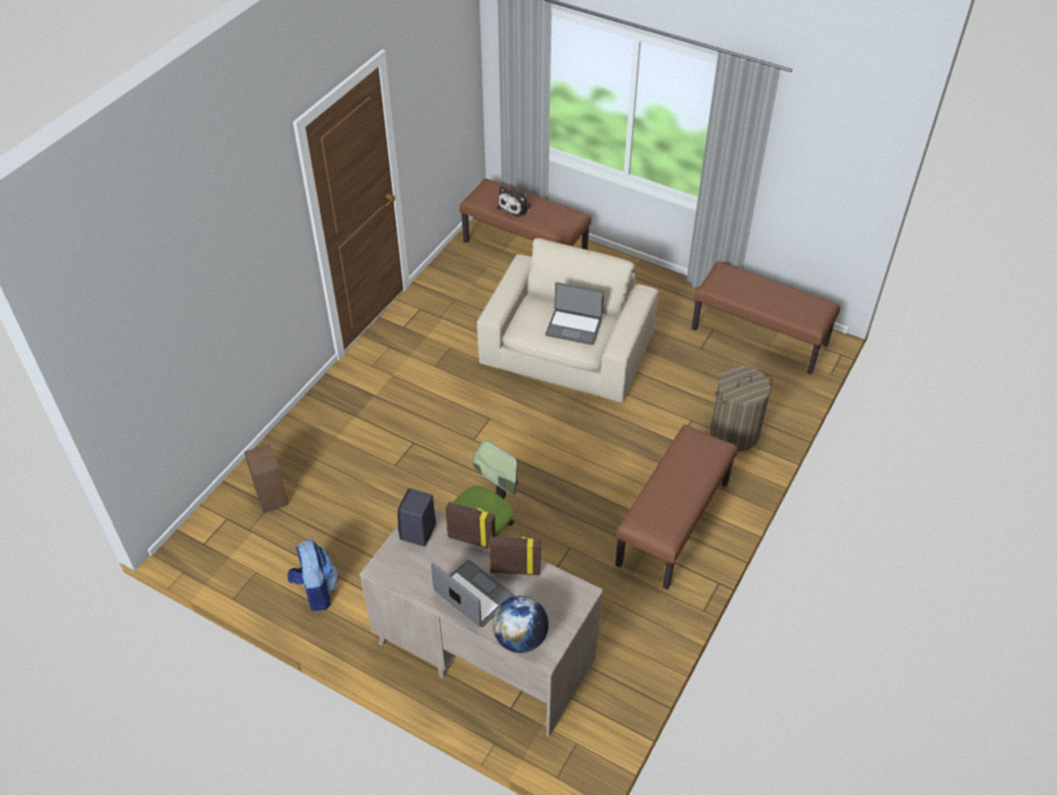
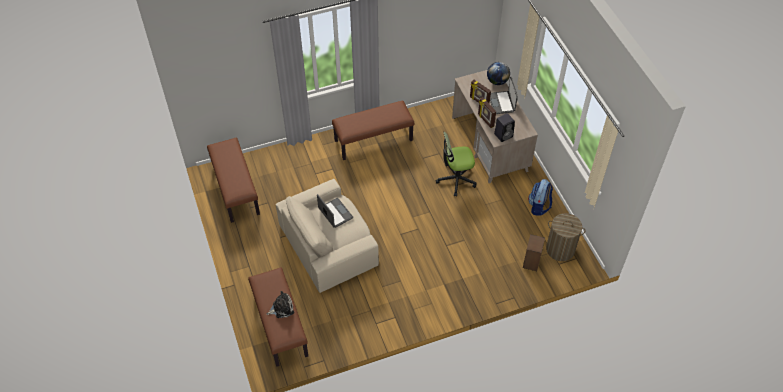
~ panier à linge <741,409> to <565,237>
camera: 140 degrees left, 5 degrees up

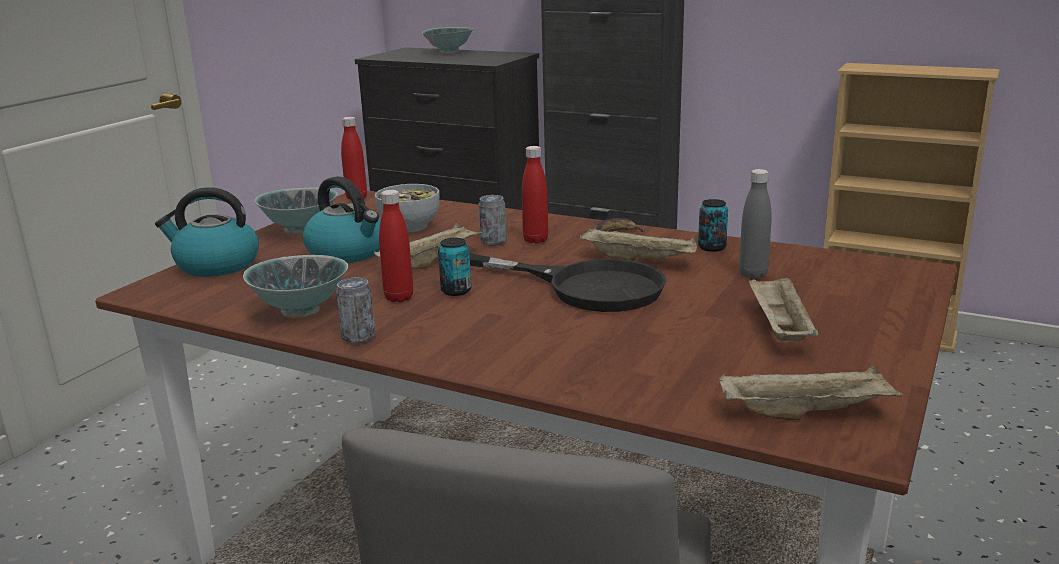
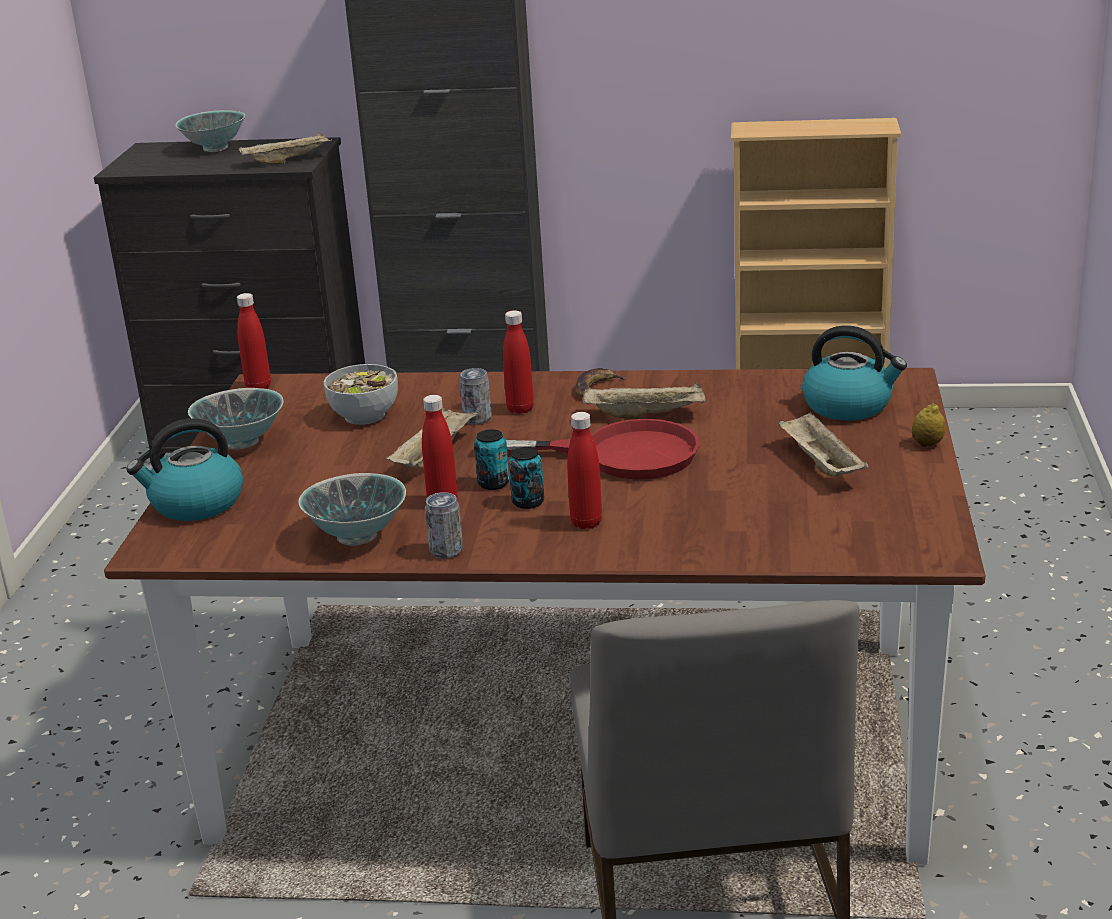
- bouteille/gris <755,224>
~ bouilloire <342,219> to <854,373>
~ boîte métallique <713,225> to <526,478>
~ poêle/noir <568,282> to poêle/rouge <586,449>
~ plateau/beige <811,392> to <285,148>
+ citron <929,425>
+ bouteille/rouge <584,470>
camera: 20 degrees left, 5 degrees up

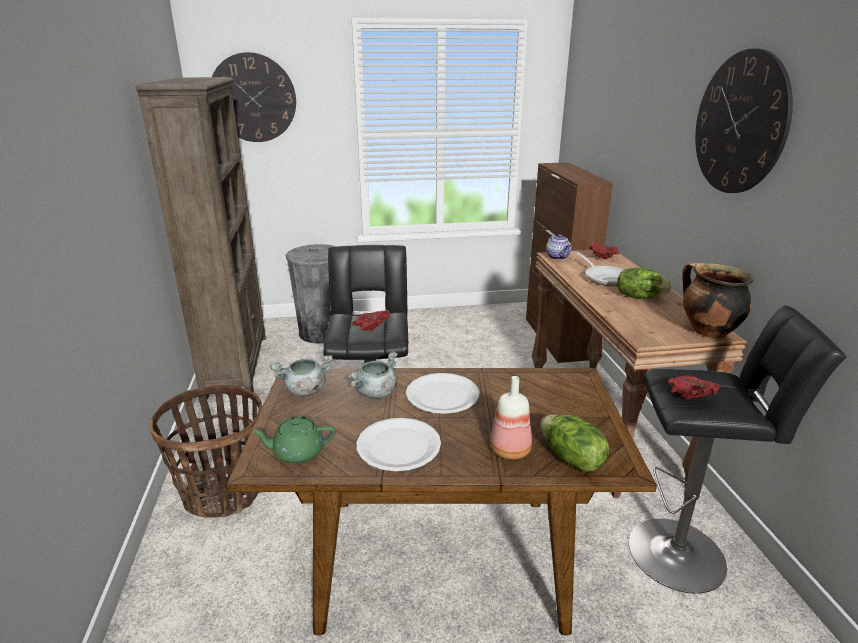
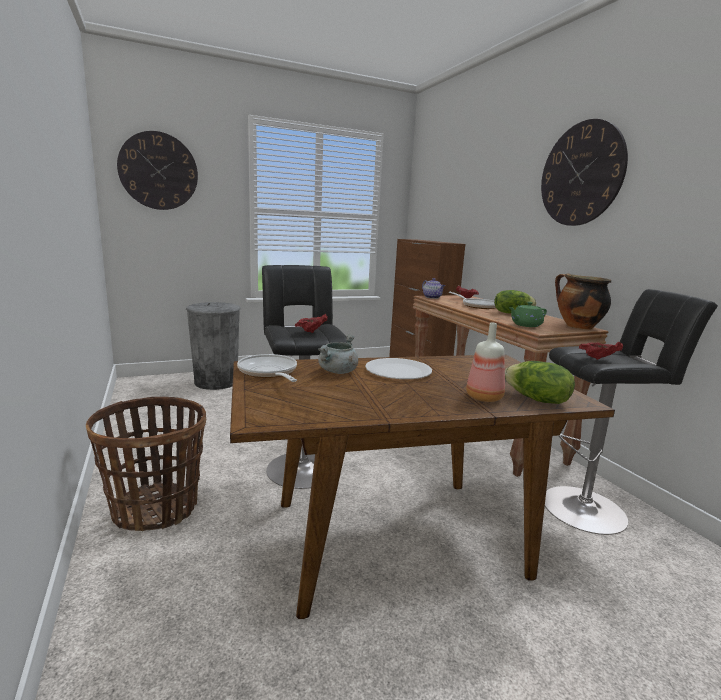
- bibliothèque/marron <200,238>
~ marmite/gris <301,375> to poêle <267,368>
~ théière/vert <293,440> to <528,314>
- assiette/blanc <399,444>
camera: 15 degrees left, 10 degrees down

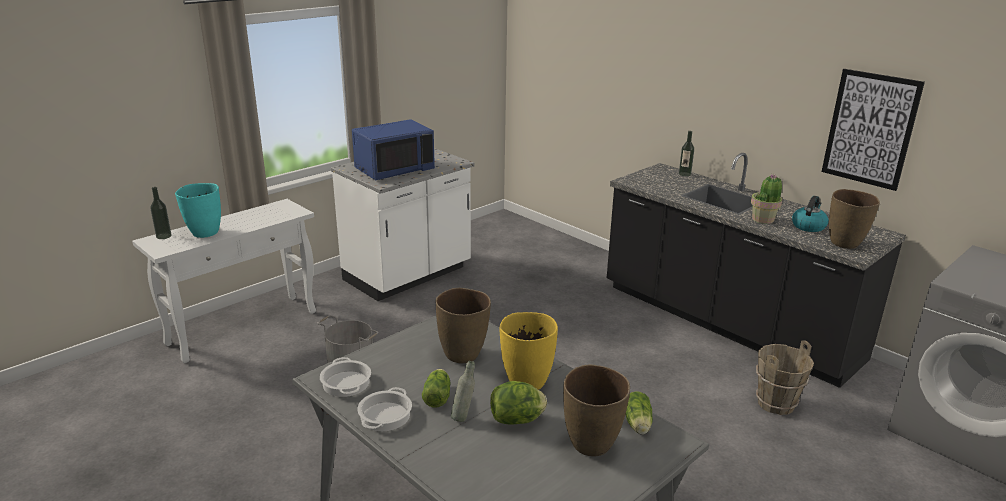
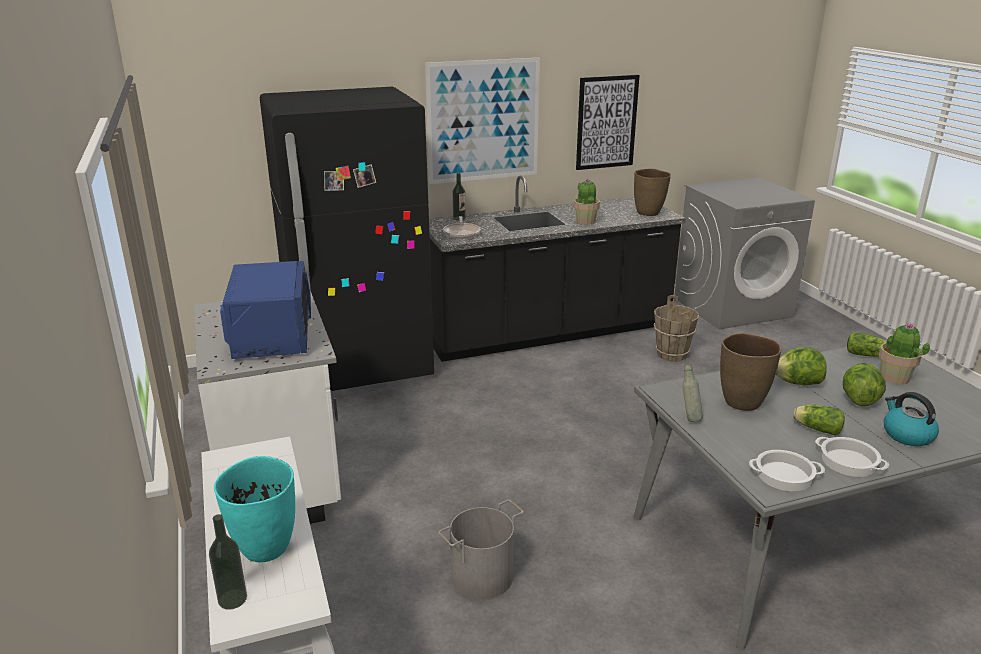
~ bouilloire <810,214> to <911,419>
~ vase/jaune <529,351> to laitue <801,366>
~ bouteille/gris <463,391> to <692,393>
~ vase/marron <596,411> to plante en pot <904,353>
+ tableau <482,121>
+ réfrigérateur/noir <347,239>
+ poêle <462,227>
camera: 65 degrees left, 0 degrees up

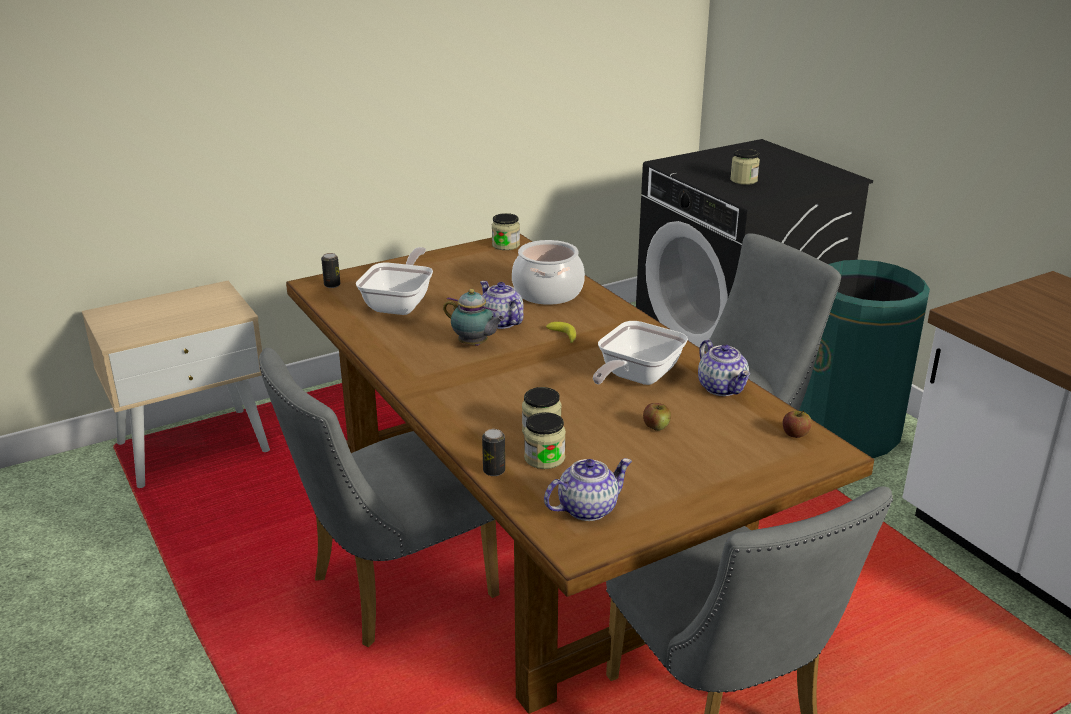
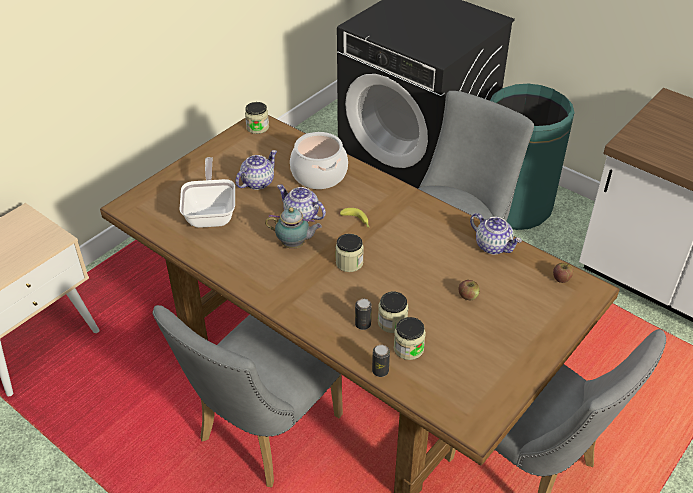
~ bocal <745,167> to <350,253>
~ boîte métallique <330,270> to <363,314>
- poêle <640,353>
~ théière <588,489> to <256,170>
camera: 20 degrees left, 15 degrees up

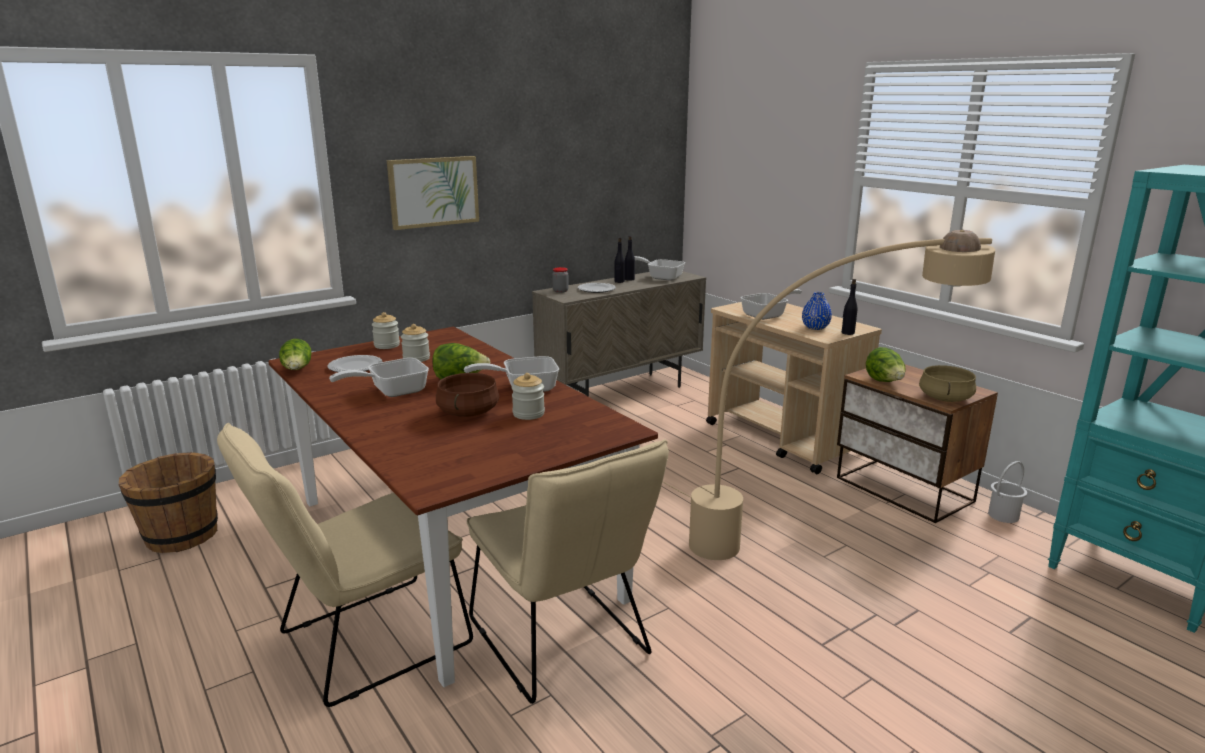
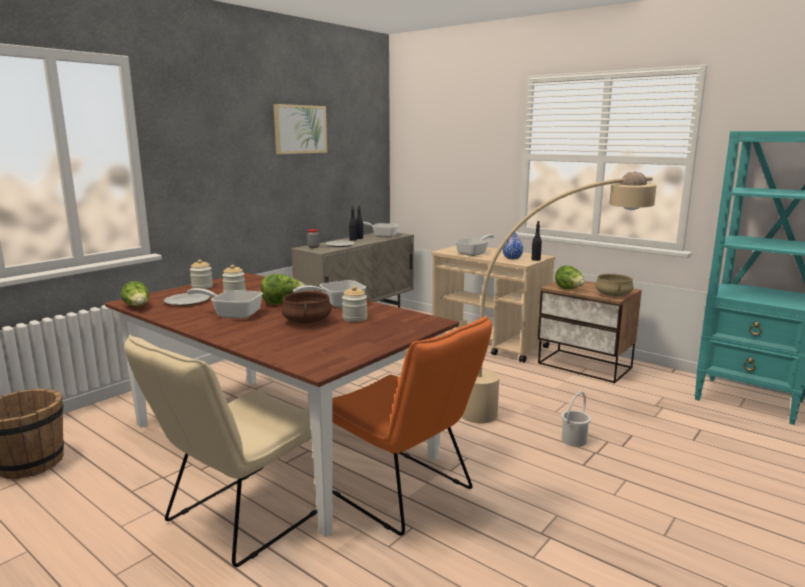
~ tableau <433,193> to <300,129>
~ poêle <379,377> = <225,303> 60 degrees clockwise
~ chaise/beige <568,571> to chaise/orange <412,426>
~ seau/blanc <1007,492> to <576,419>
camera: 15 degrees left, 5 degrees down

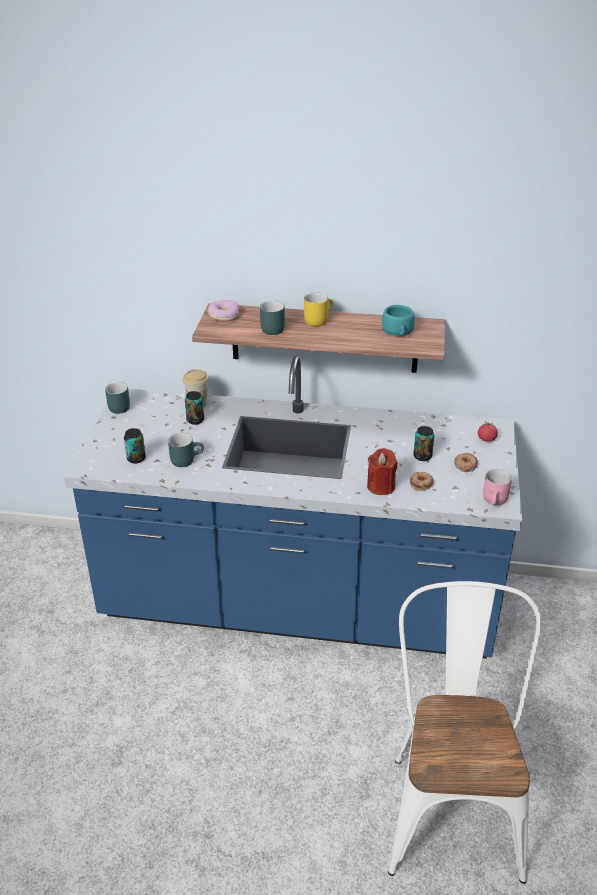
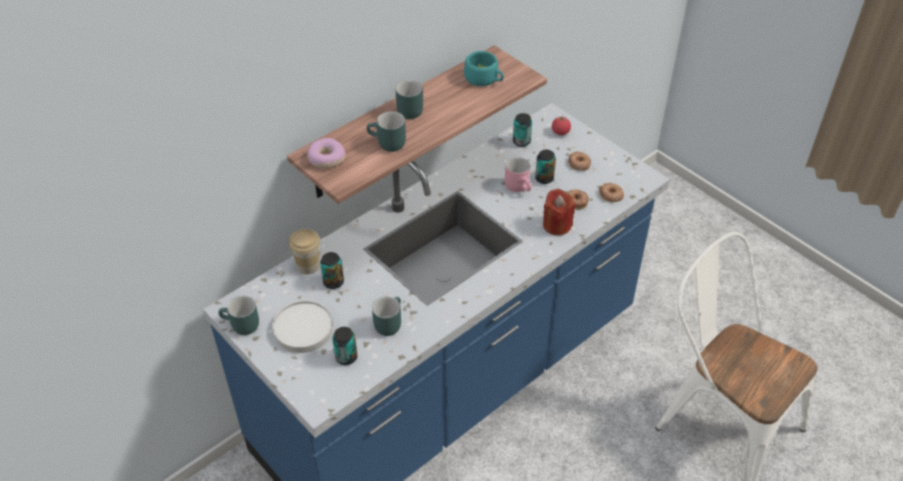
~ mug/jaune <318,309> to mug/turquoise <409,99>
~ mug/rose <497,487> to <518,174>
+ boîte métallique <522,130>
+ beignet <611,192>
+ assiette/blanc <302,327>
camera: 50 degrees left, 10 degrees up

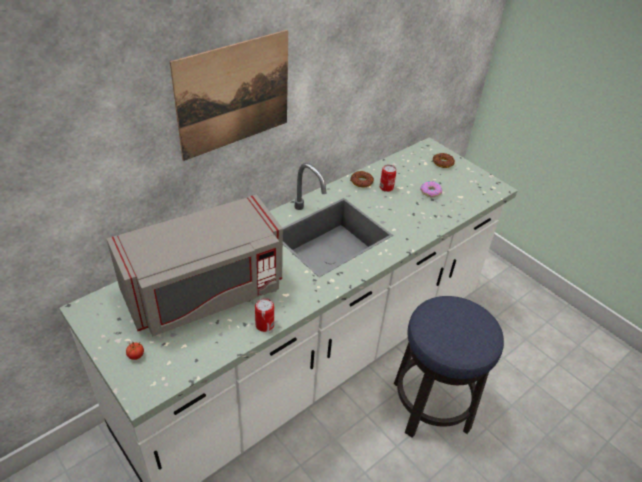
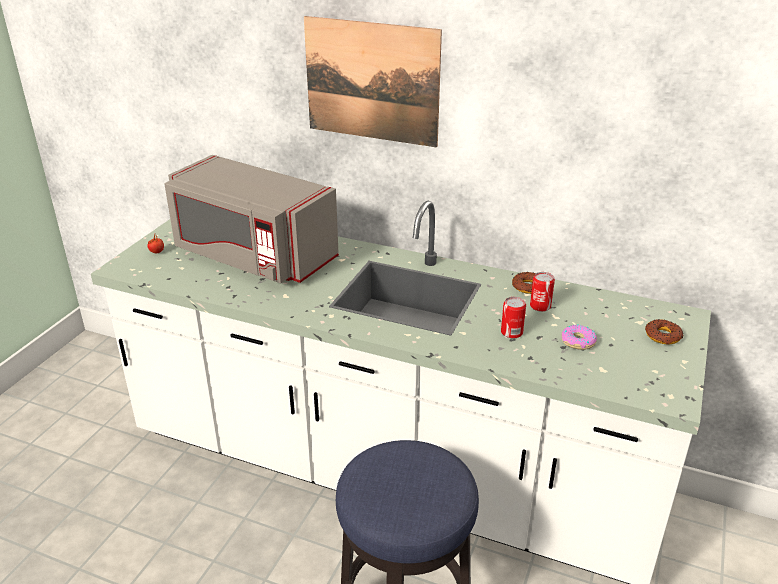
~ boîte métallique <264,315> to <513,318>
camera: 65 degrees right, 10 degrees down

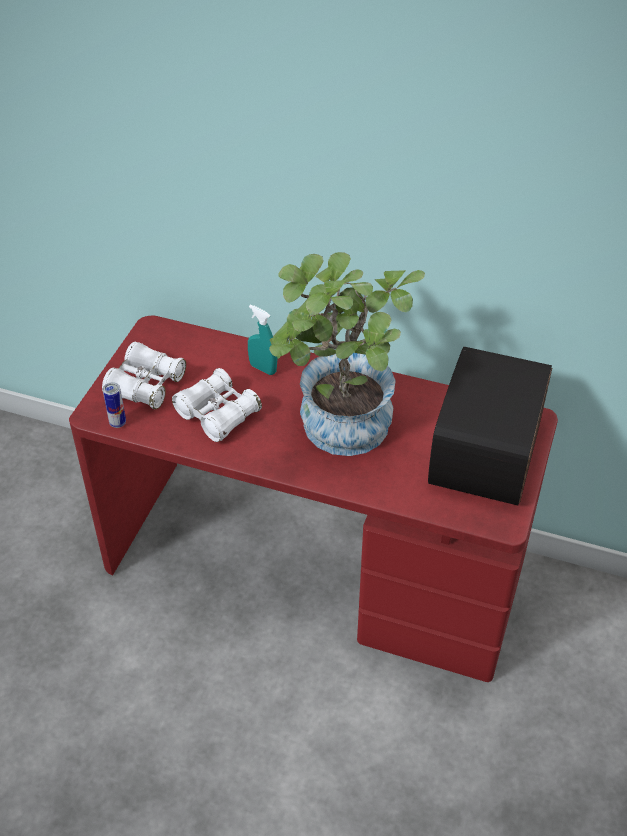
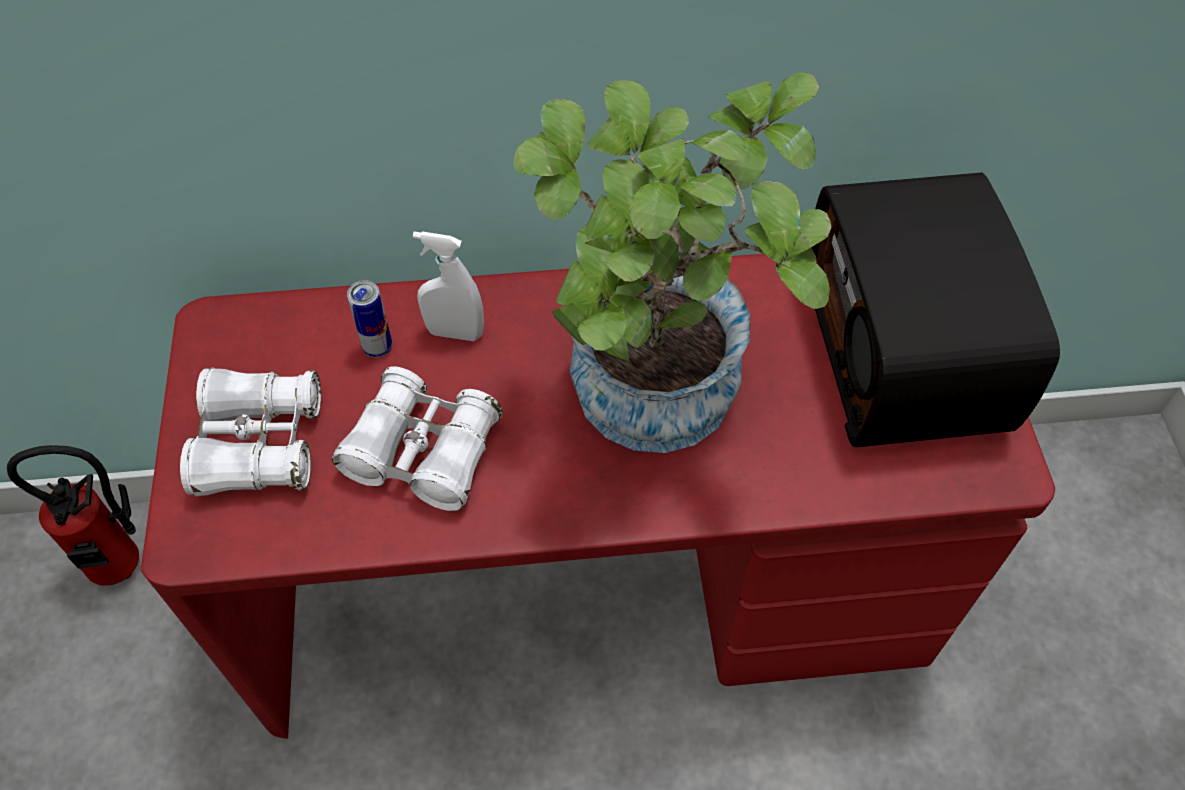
~ vaporisateur/turquoise <262,340> to vaporisateur/blanc <448,286>
~ boîte métallique <114,405> to <369,319>
+ extincteur <73,515>
camera: 25 degrees left, 10 degrees up

